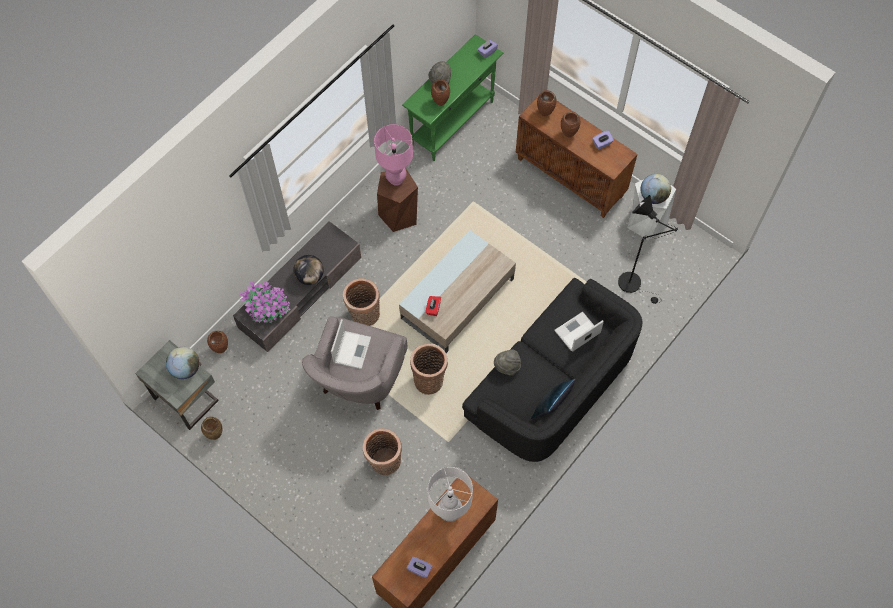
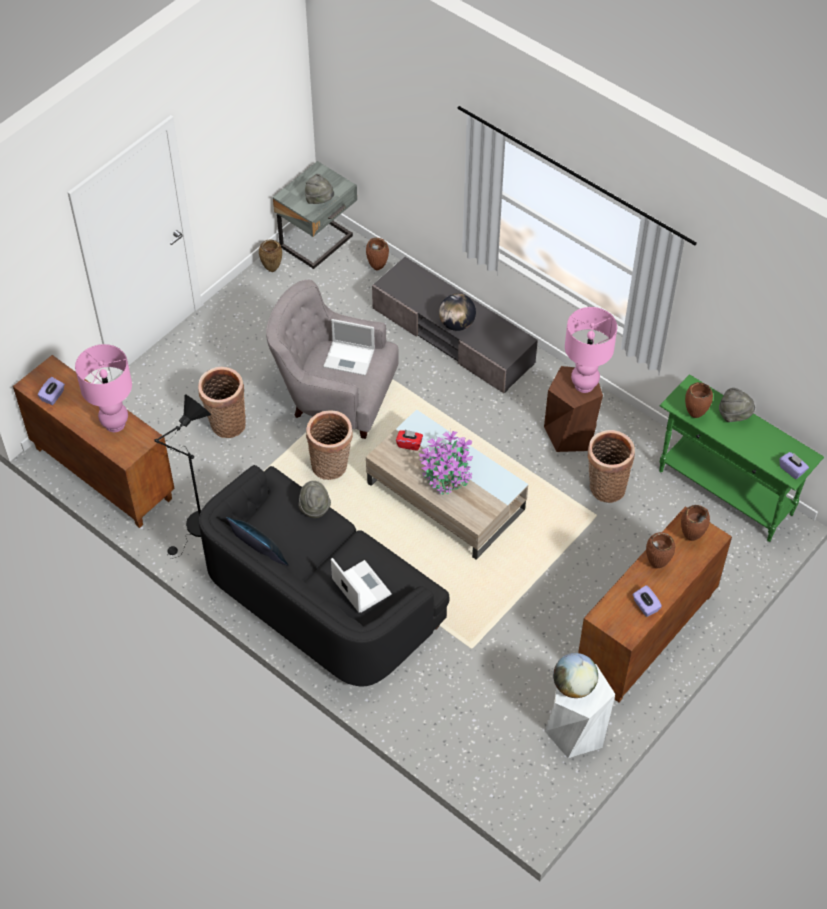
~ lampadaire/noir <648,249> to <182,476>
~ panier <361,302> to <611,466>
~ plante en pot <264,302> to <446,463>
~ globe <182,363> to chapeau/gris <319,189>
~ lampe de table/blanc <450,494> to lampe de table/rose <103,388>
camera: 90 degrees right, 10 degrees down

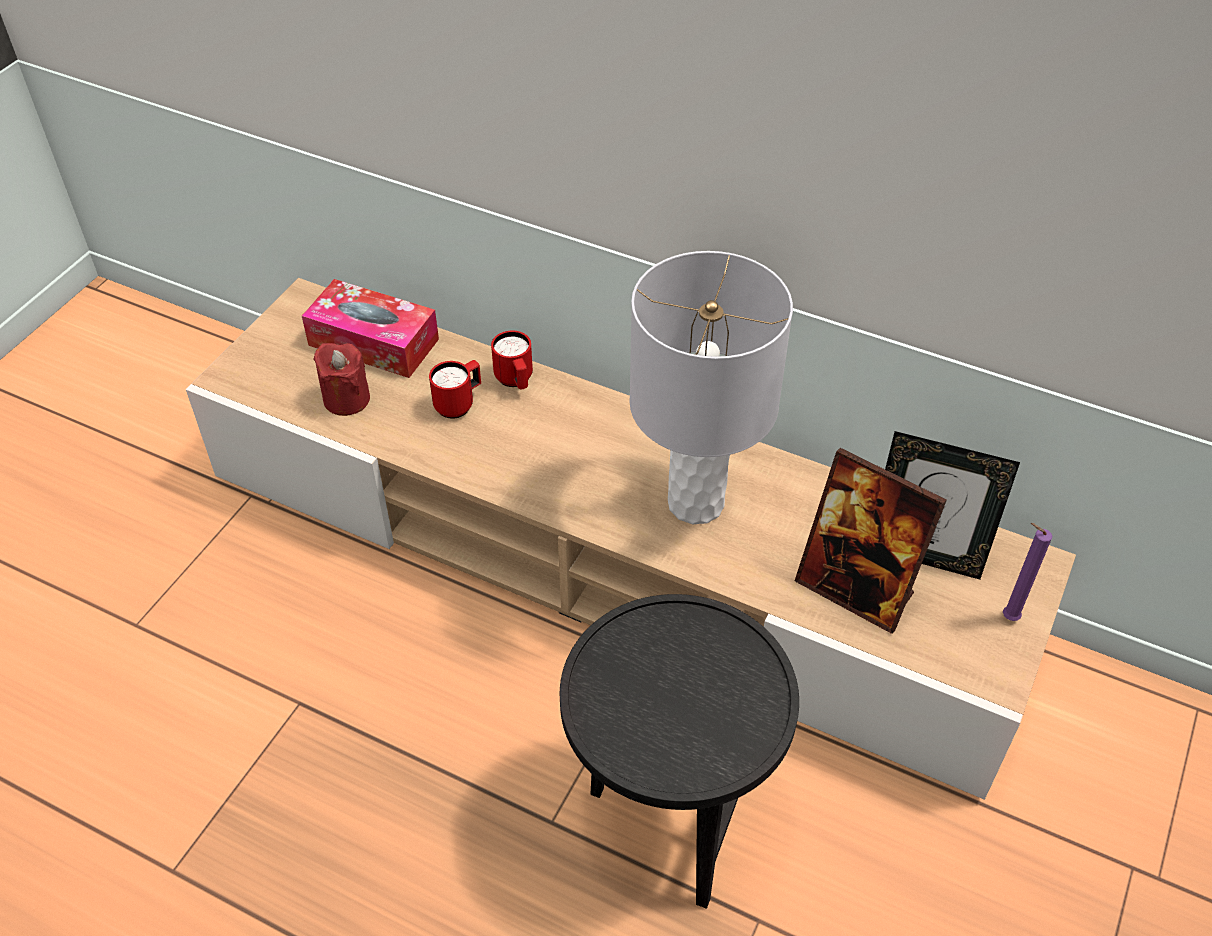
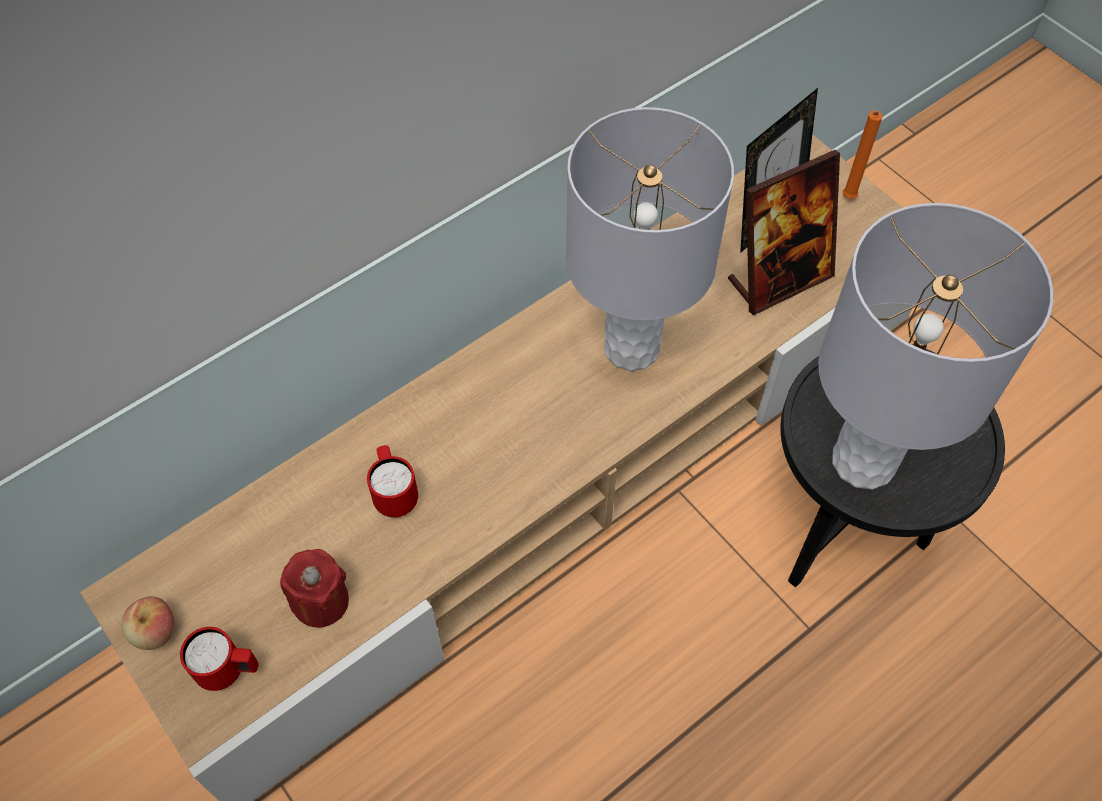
- boîte à mouchoirs <370,328>
~ mug/rouge <512,359> to <219,659>
~ bougie/violet <1028,572> to bougie/orange <863,155>
+ lampe de table/gris <935,346>
+ pomme <148,623>
camera: 65 degrees left, 10 degrees up

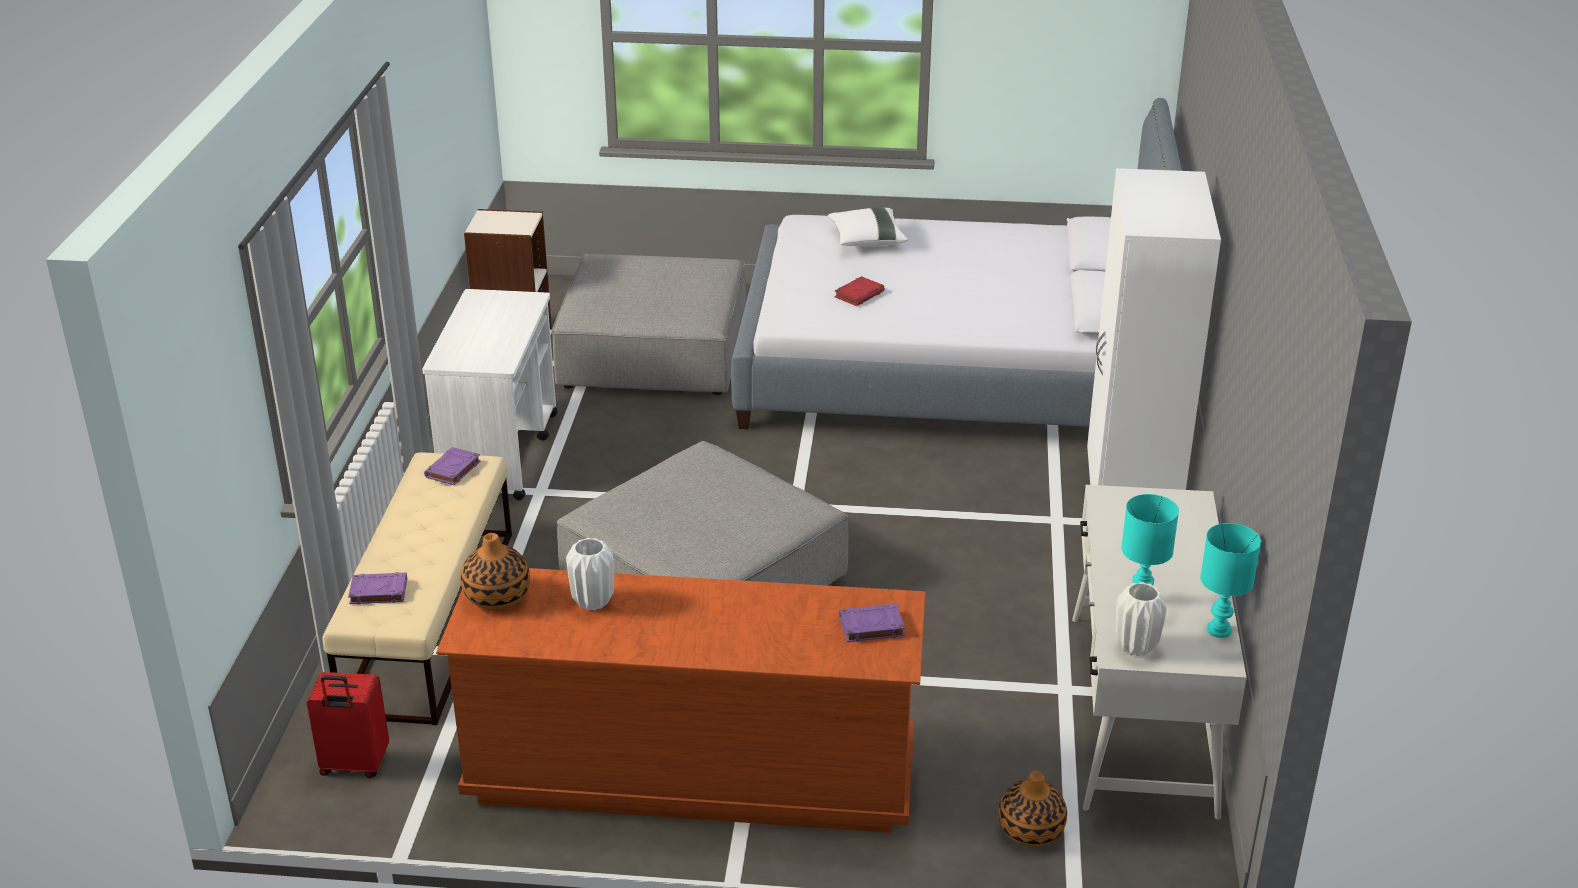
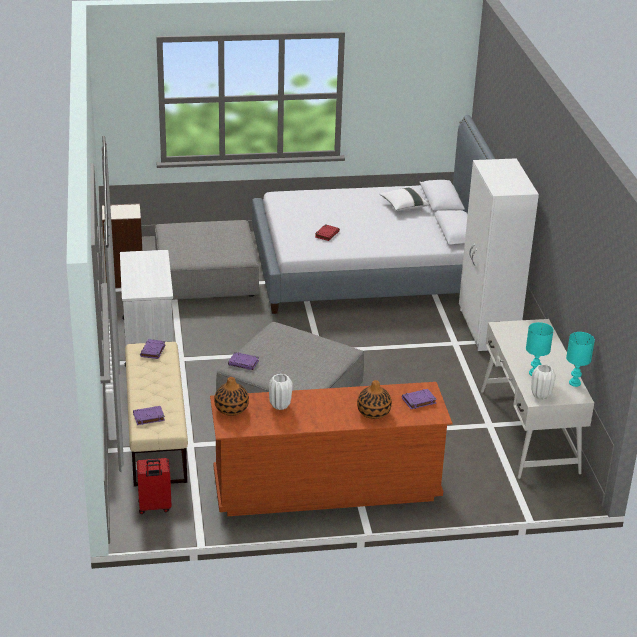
~ coussin/blanc <868,227> to <404,199>
~ vase <1032,809> to <374,399>
+ livre/violet <243,361>
camera: 15 degrees left, 0 degrees up

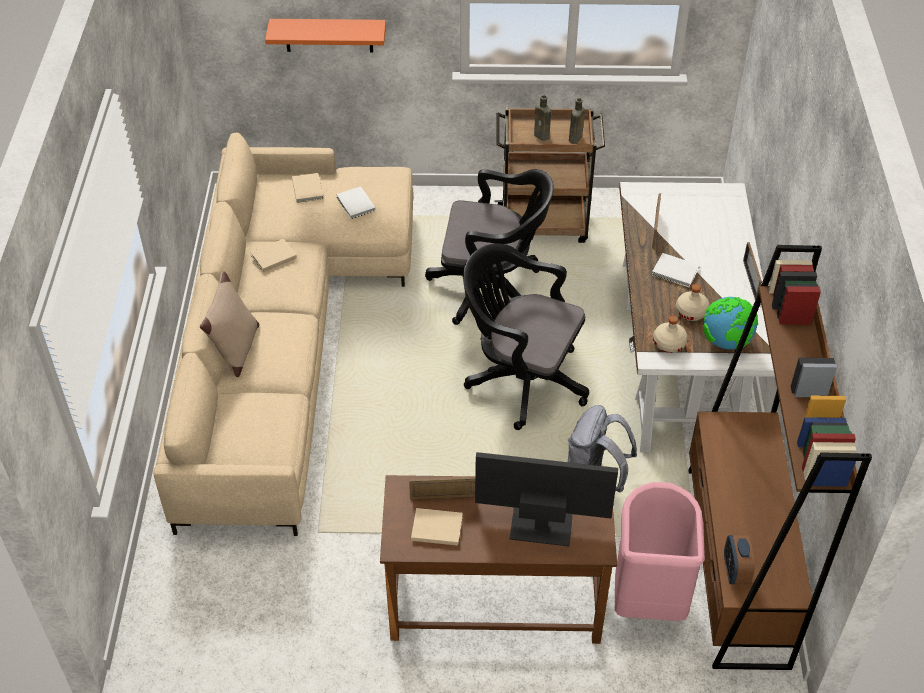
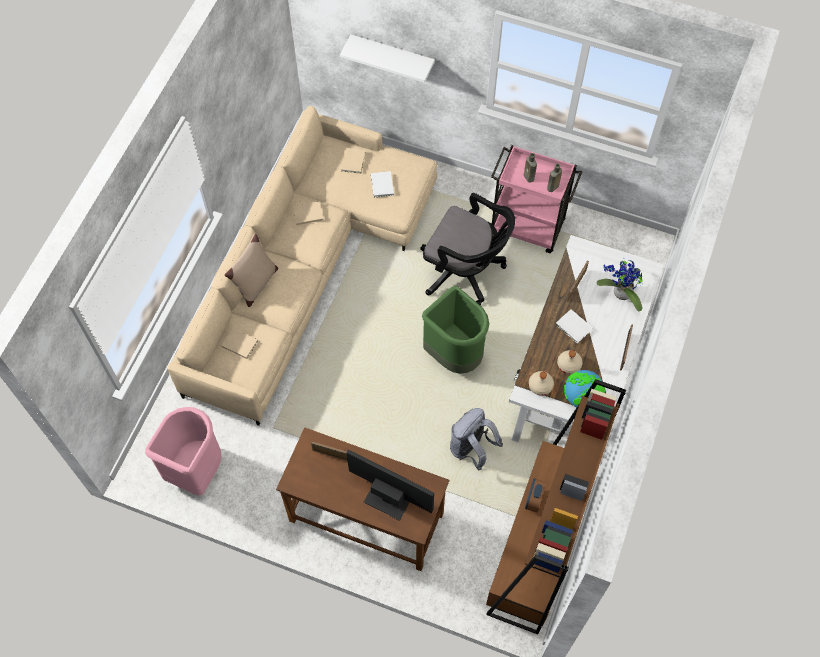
~ étagère/orange <325,36> to étagère/blanc <387,58>
~ chariot/marron <550,175> to chariot/rose <536,199>
~ chaise de bureau/noir <526,337> to poubelle/vert <455,330>
~ poubelle/rose <660,551> to <183,451>
~ livre/beige <437,527> to <239,343>
~ réveil <739,560> to <535,495>
+ plante en pot <619,284>
camera: 20 degrees right, 15 degrees up

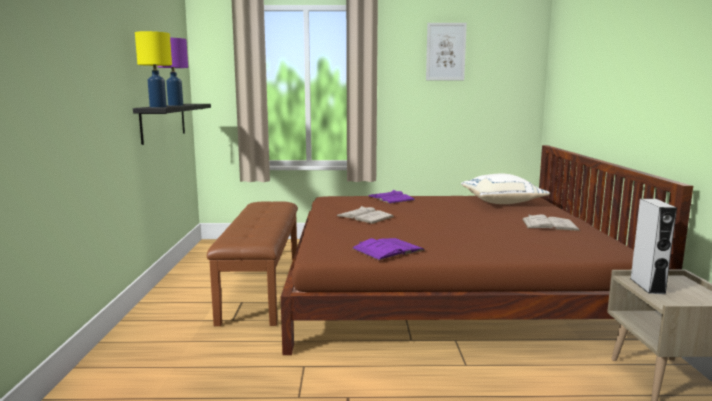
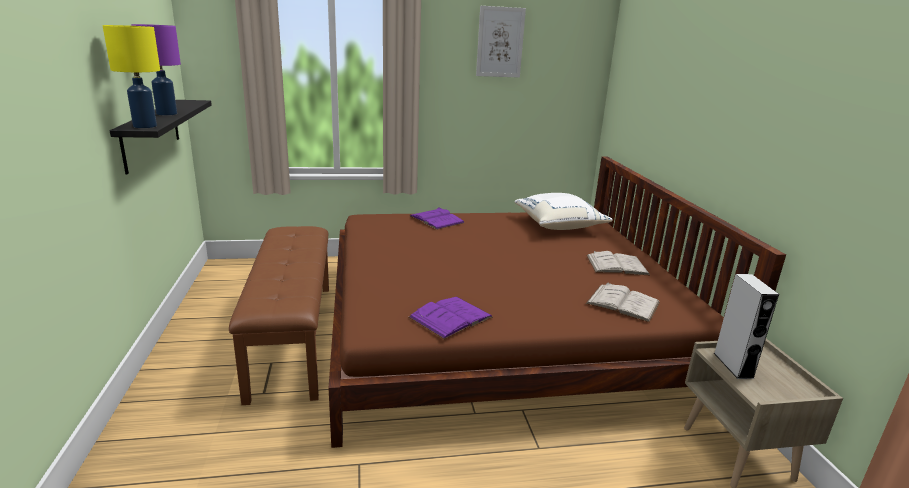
~ livre/blanc <365,215> to <623,302>
camera: 10 degrees left, 10 degrees up

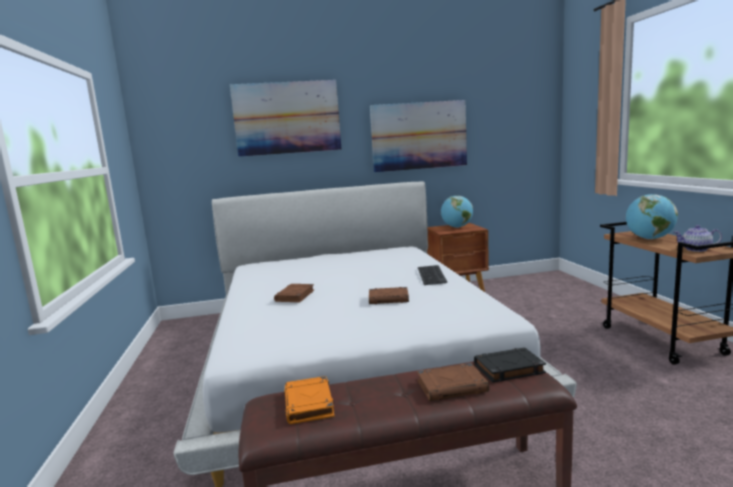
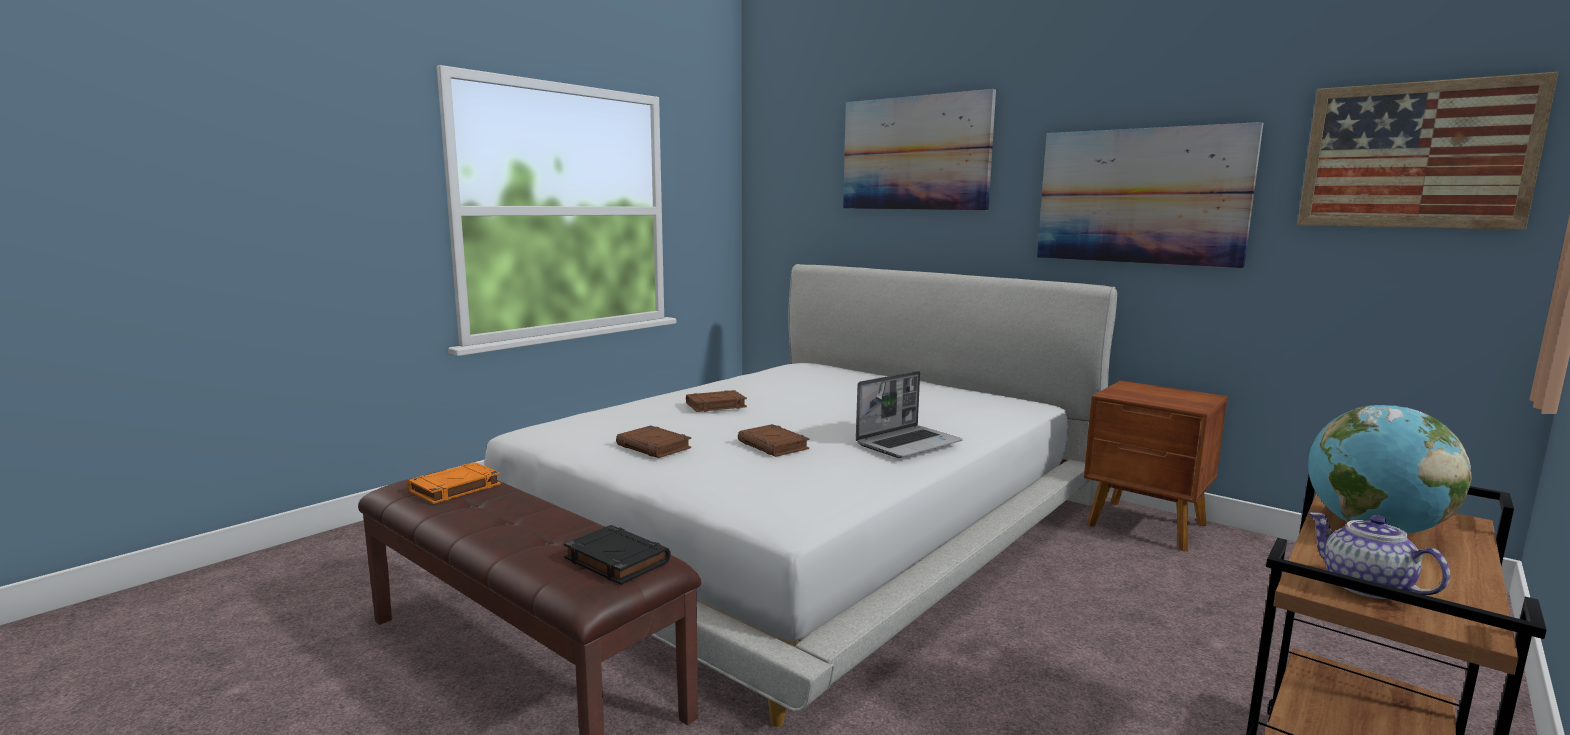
- globe <457,212>
~ clavier <432,275> to ordinateur portable <909,414>
~ livre/marron <453,382> to <653,442>
+ tableau <1428,151>
camera: 50 degrees right, 0 degrees up

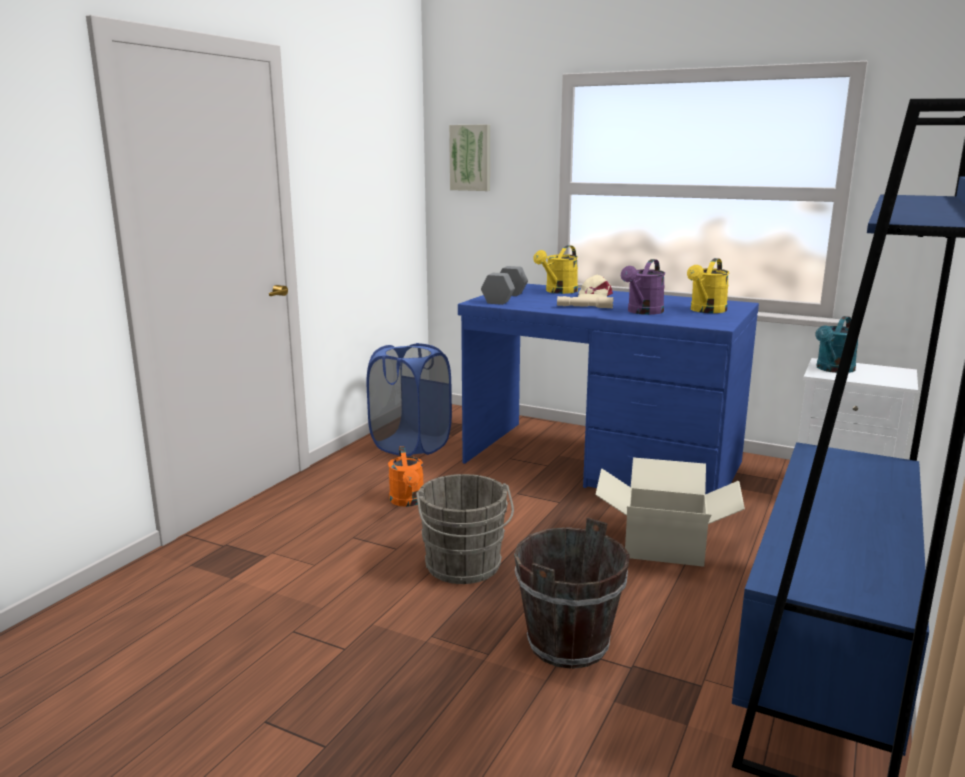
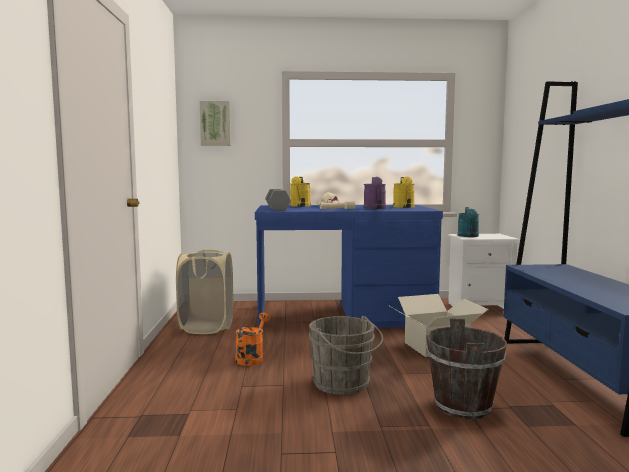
~ panier à linge/bleu <409,399> to panier à linge/beige <204,292>
~ arrosoir/orange <406,476> = <252,339> 120 degrees counterclockwise
camera: 30 degrees left, 10 degrees down

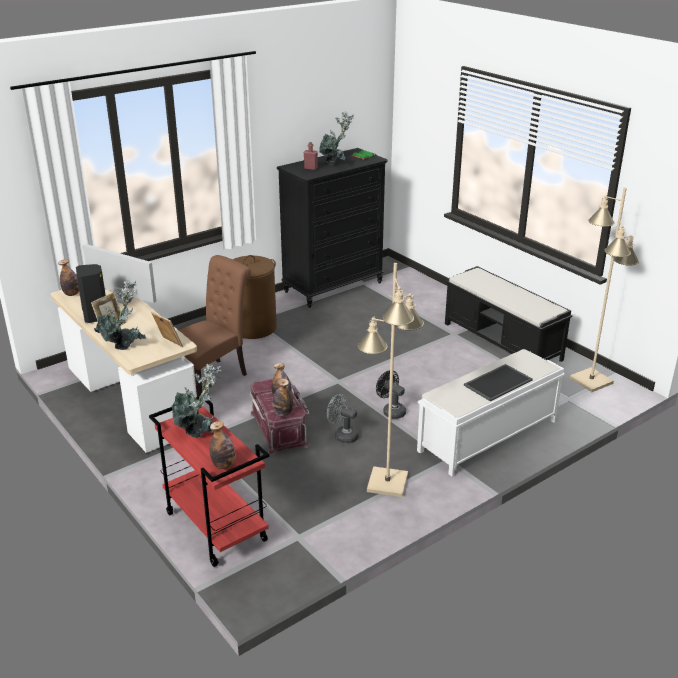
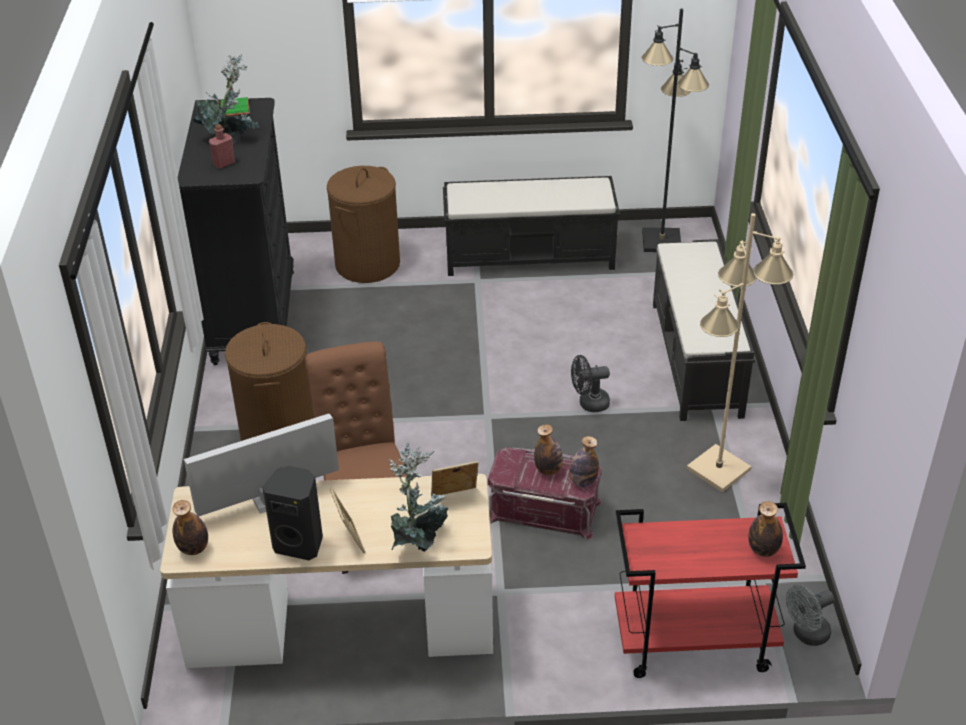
~ lampadaire/beige <604,289> to lampadaire/noir <675,130>
~ banc/blanc <491,413> to banc/noir <704,330>
- plante en pot <196,401>
- plateau <498,383>
~ ventilateur/gris <343,419> to <810,615>
+ panier à linge/marron <363,224>
camera: 55 degrees left, 10 degrees up

